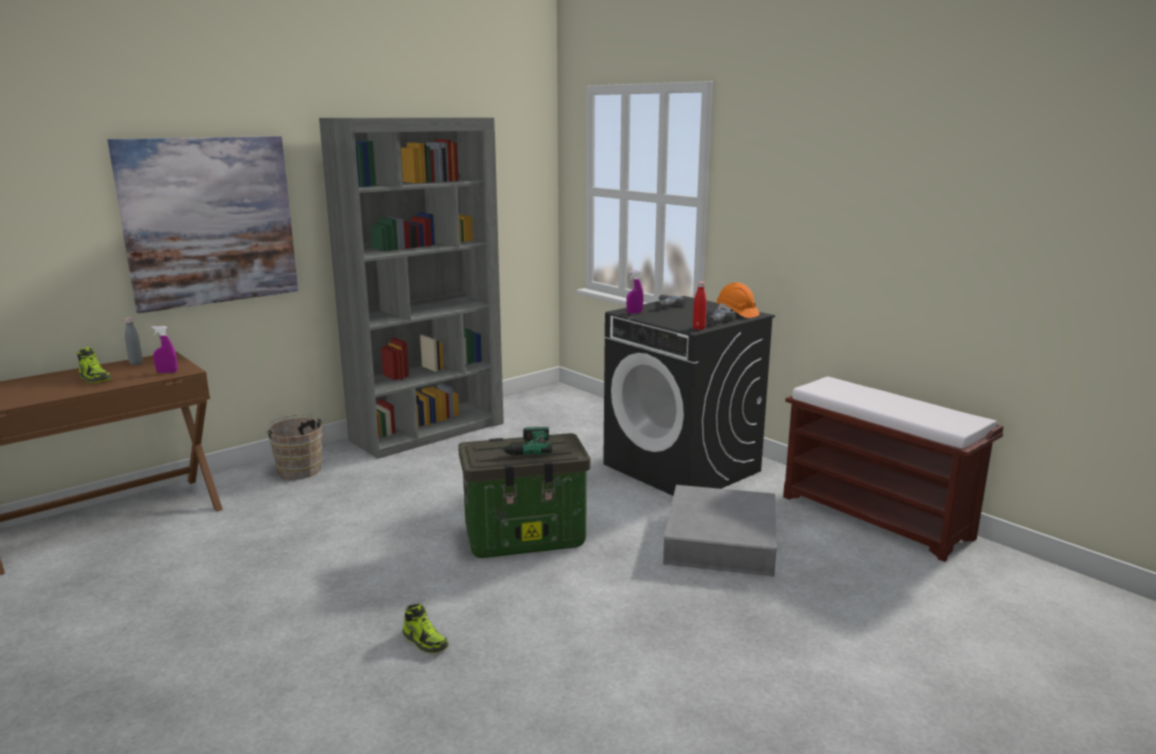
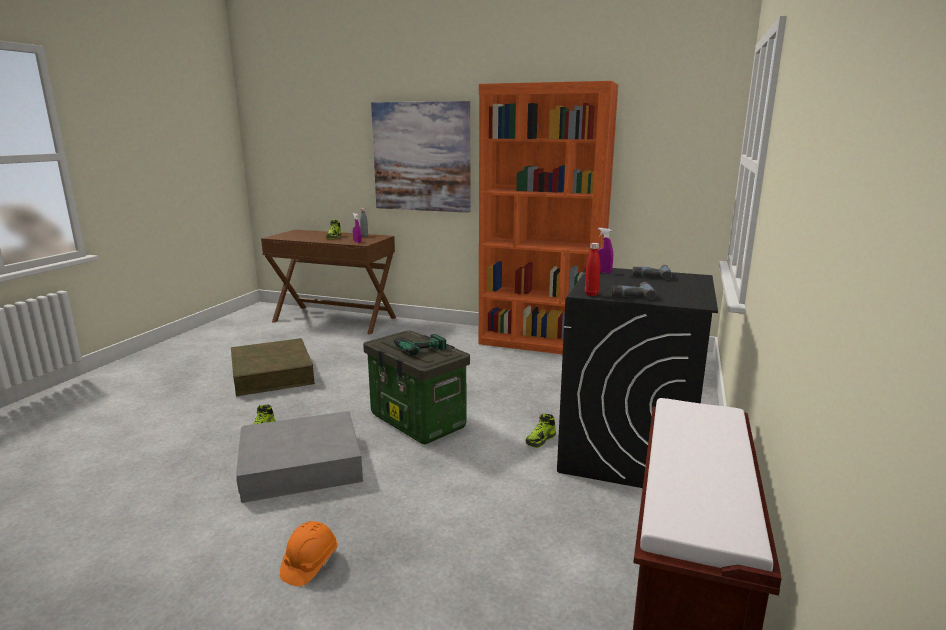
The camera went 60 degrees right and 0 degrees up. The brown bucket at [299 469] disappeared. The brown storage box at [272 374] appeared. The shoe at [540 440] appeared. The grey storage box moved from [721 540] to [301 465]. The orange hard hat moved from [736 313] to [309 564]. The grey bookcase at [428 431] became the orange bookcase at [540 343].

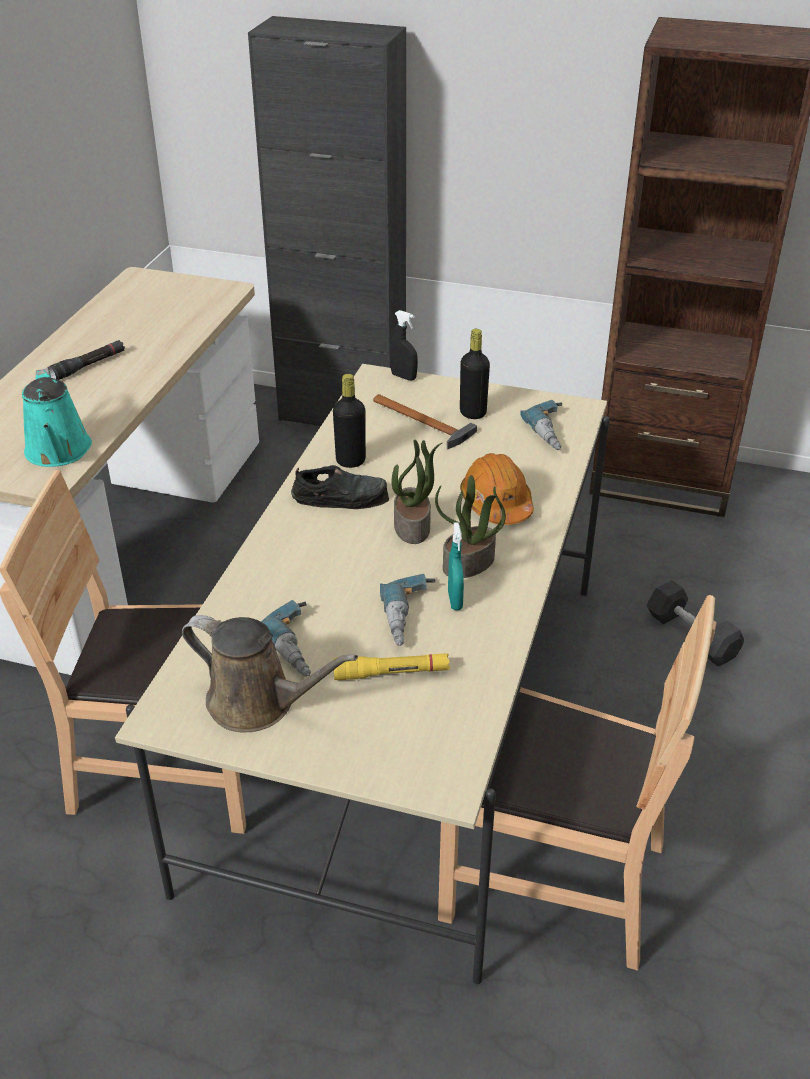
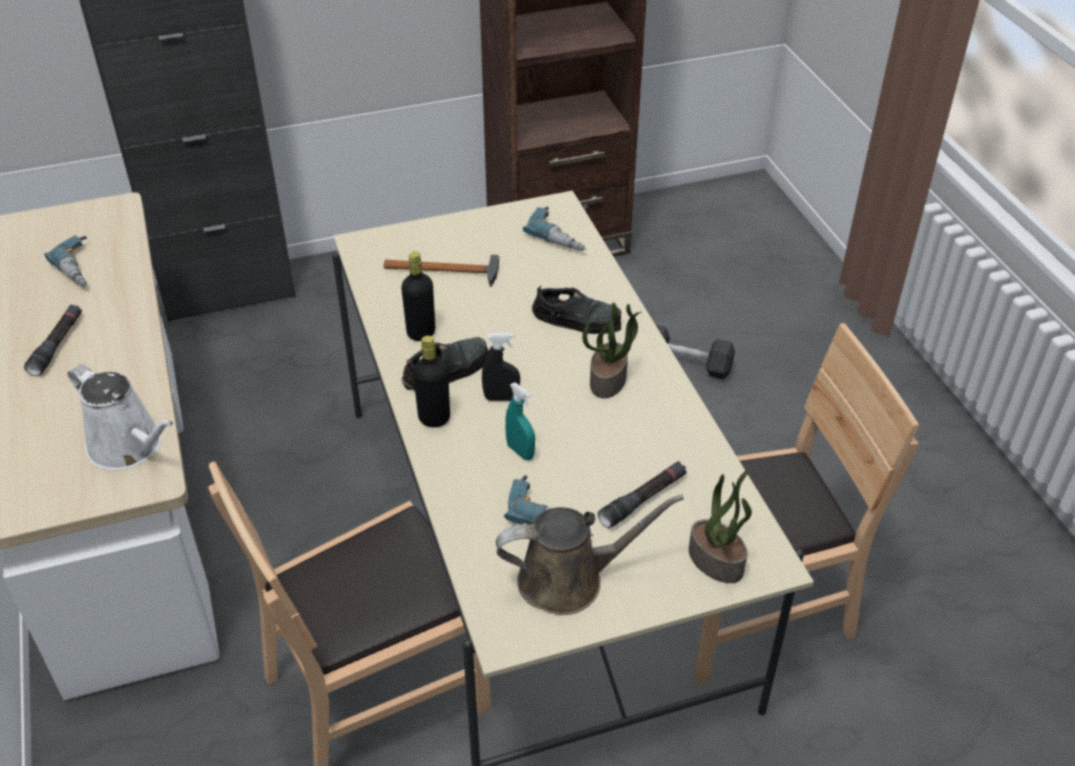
The camera went 35 degrees left and 5 degrees up. The power drill moved from [412 618] to [82 268]. The black spray bottle moved from [403 377] to [501 398]. The potted plant moved from [413 527] to [717 561]. The turquoise spray bottle moved from [455 600] to [520 451]. The black bottle moved from [473 413] to [434 418]. The orange hard hat at [496 504] was replaced by the black shoe at [578 318]. The turquoise watering can at [59 452] became the white watering can at [130 447]. The yellow flashlight at [391 673] became the black flashlight at [643 500].

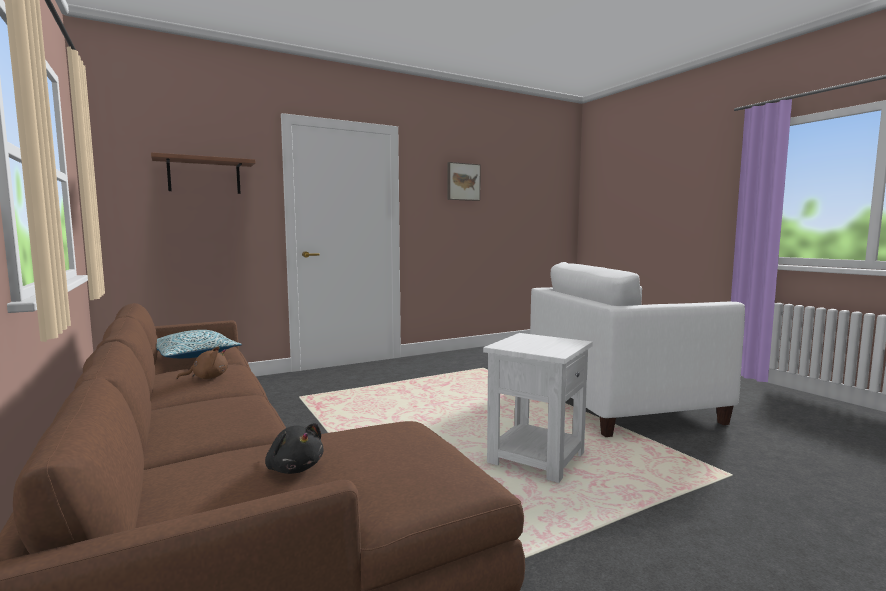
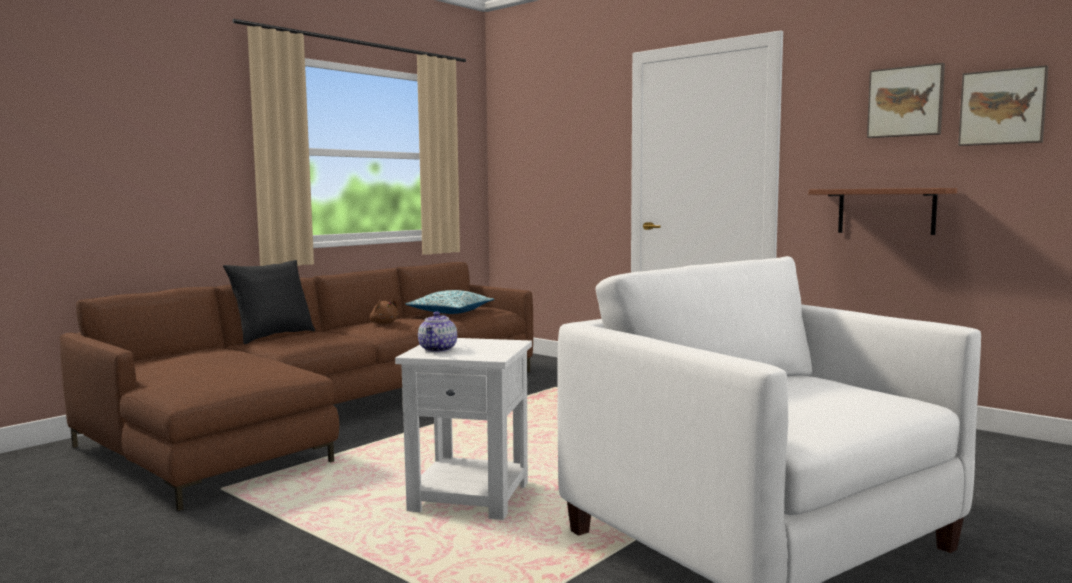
The camera went 70 degrees right and 0 degrees up. The black plush toy at [294 468] disappeared. The black pillow at [272 337] appeared. The teapot at [438 349] appeared. The picture at [1002 107] appeared. The shelf moved from [204 176] to [886 211].

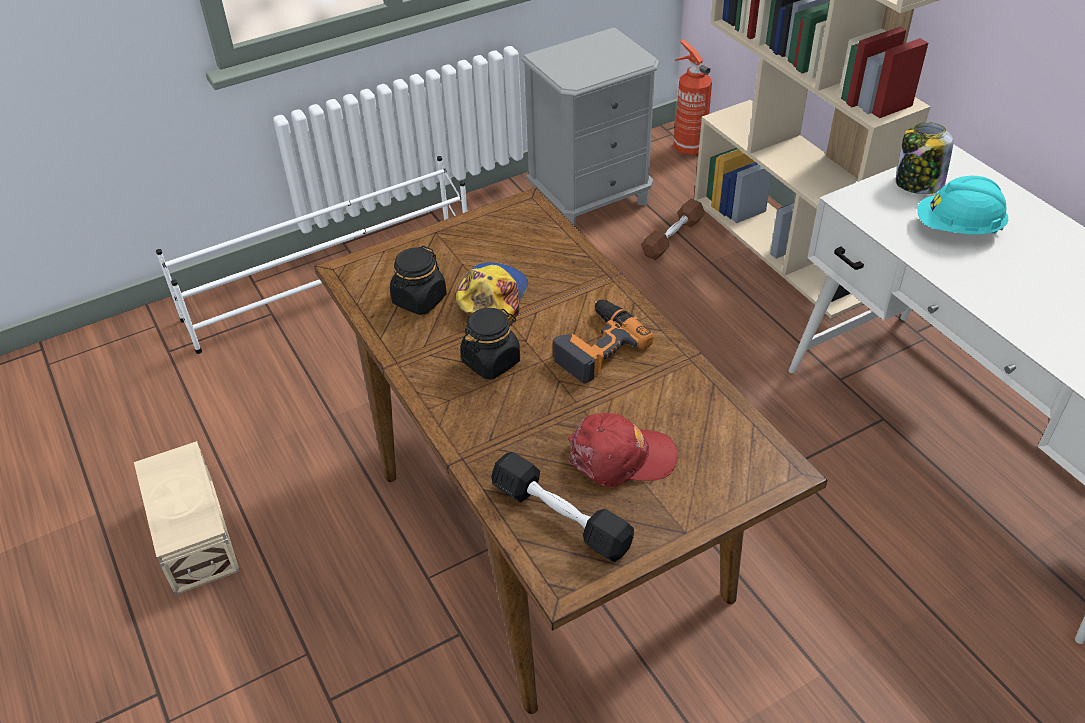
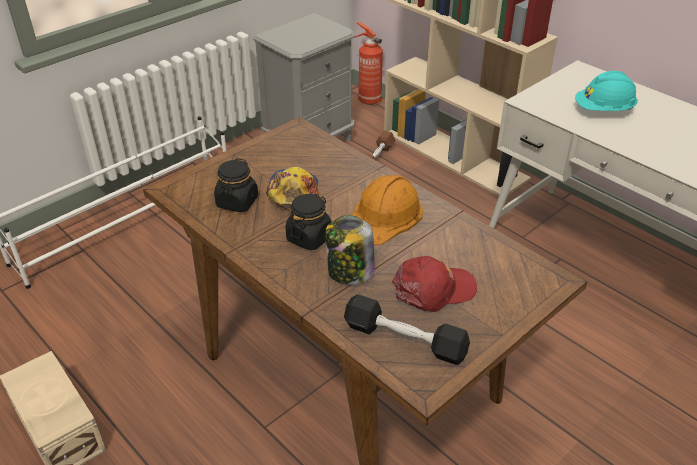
The camera went 15 degrees left and 5 degrees down. The jar moved from [917 184] to [350 272]. The power drill at [596 346] was replaced by the orange hard hat at [385 216].

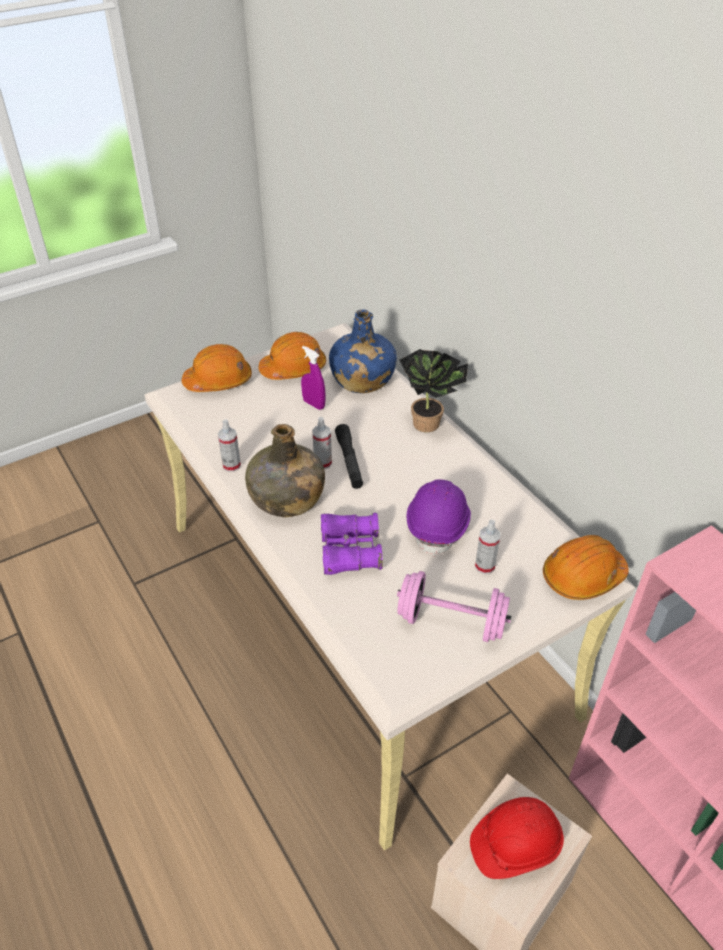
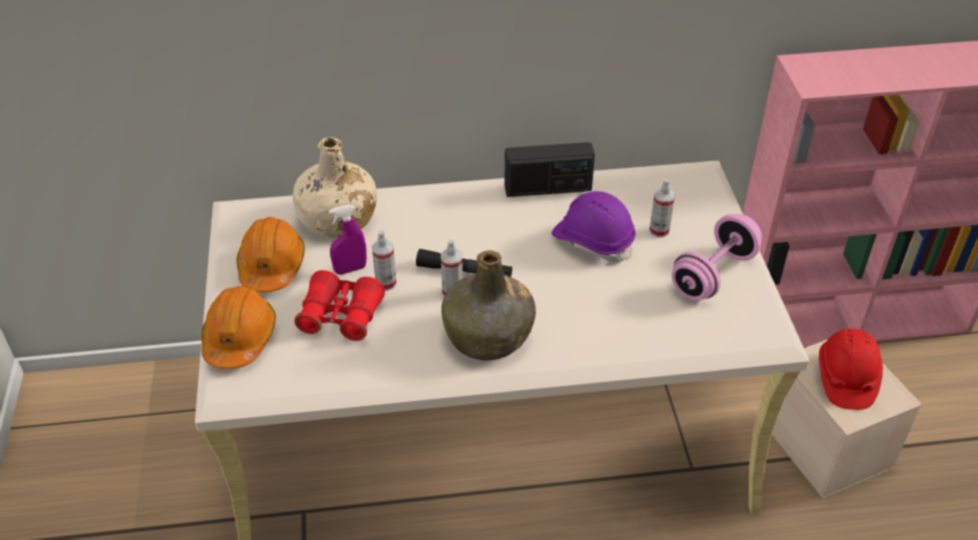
The camera went 65 degrees left and 0 degrees up. The purple binoculars at [350 551] disappeared. The potted plant at [430 423] disappeared. The orange hard hat at [582 577] disappeared. The red binoculars at [341 316] appeared. The radio at [548 188] appeared. The spray bottle moved from [231 465] to [386 283]. The blue bottle at [361 379] became the beige bottle at [337 219].

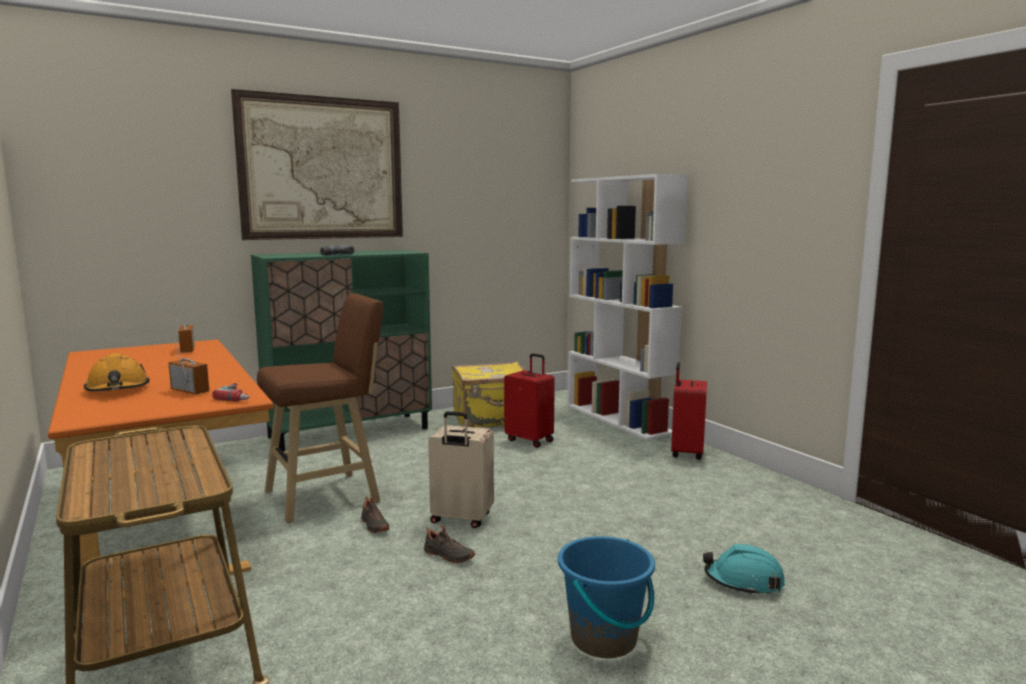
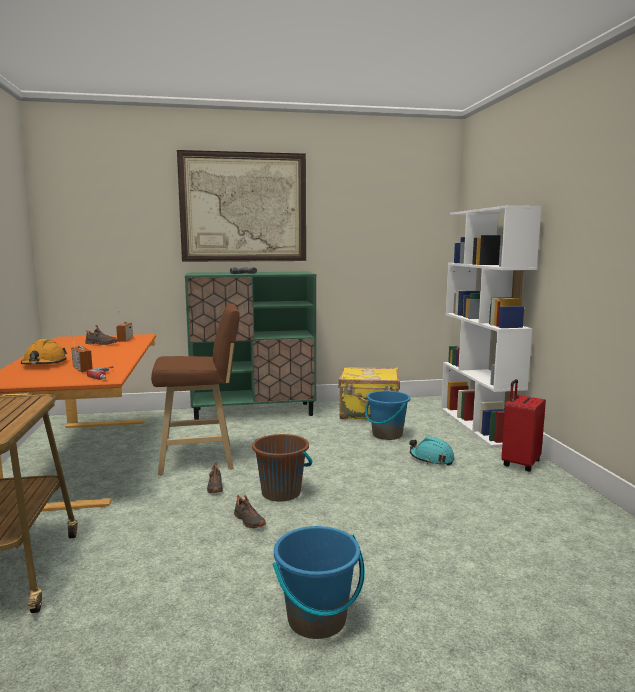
The camera went 20 degrees right and 0 degrees up. The black shoe at [101 344] appeared. The turquoise hard hat moved from [744 582] to [431 459]. The beige suitcase at [461 519] was replaced by the brown bucket at [281 493]. The red suitcase at [530 440] was replaced by the blue bucket at [387 435].

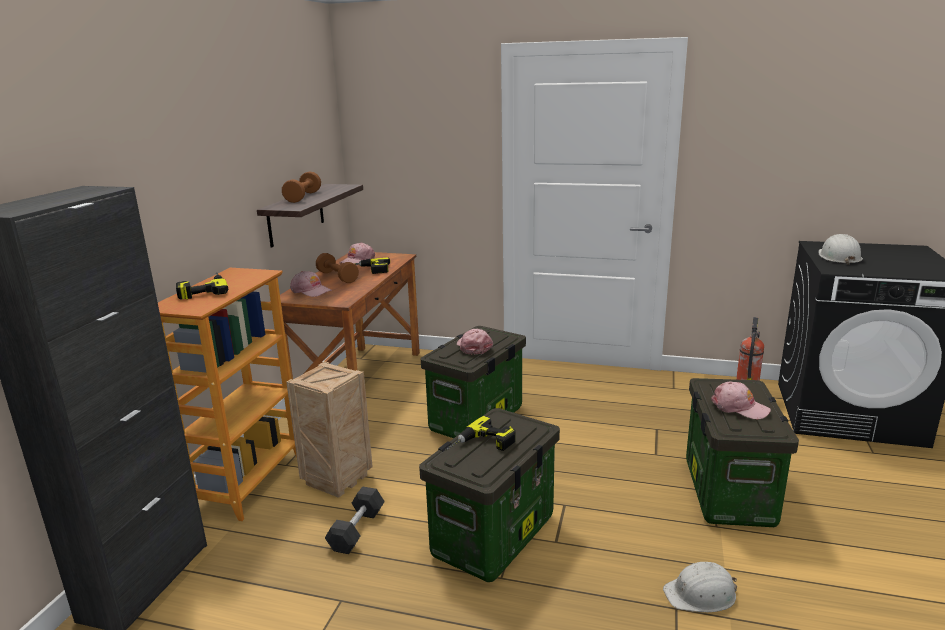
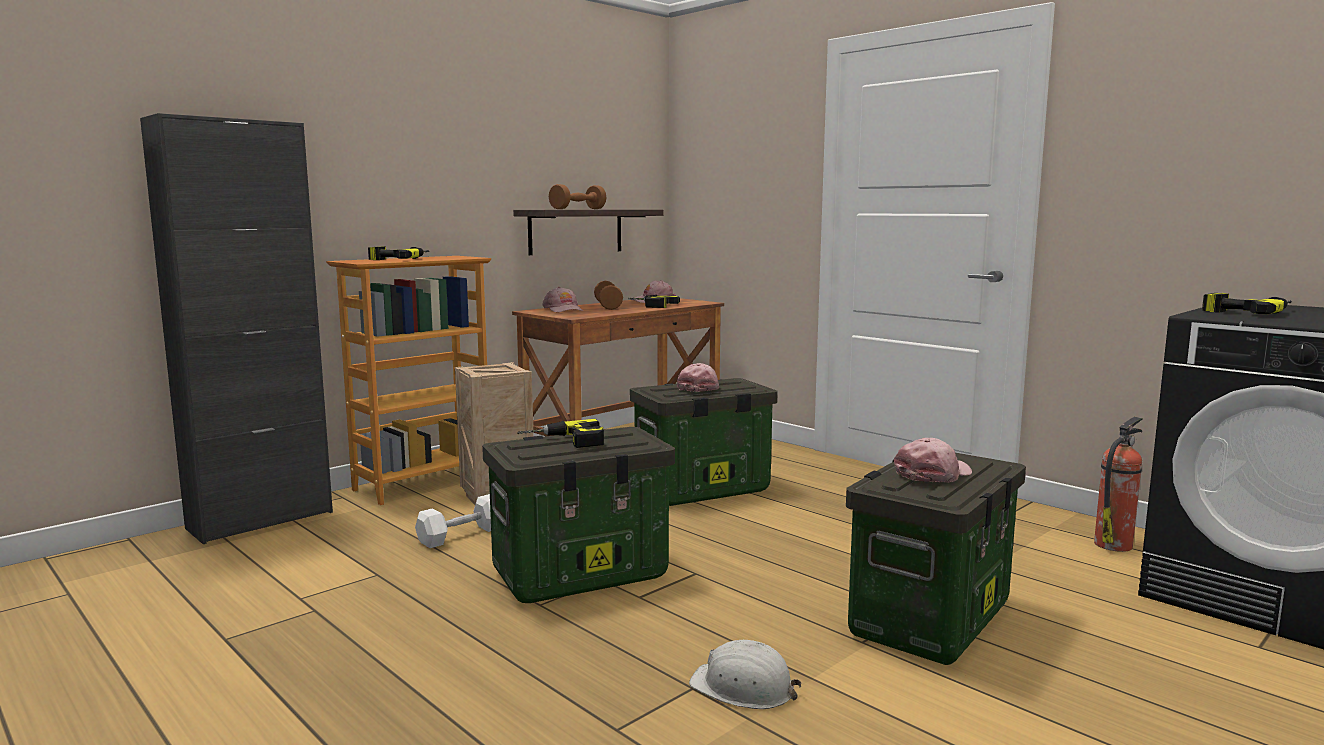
The camera went 30 degrees right and 10 degrees down. The white hard hat at [838 257] was replaced by the power drill at [1248 311]. The black dumbbell at [357 530] became the white dumbbell at [461 535]. The pink cap at [739 407] turned 105 degrees counterclockwise.

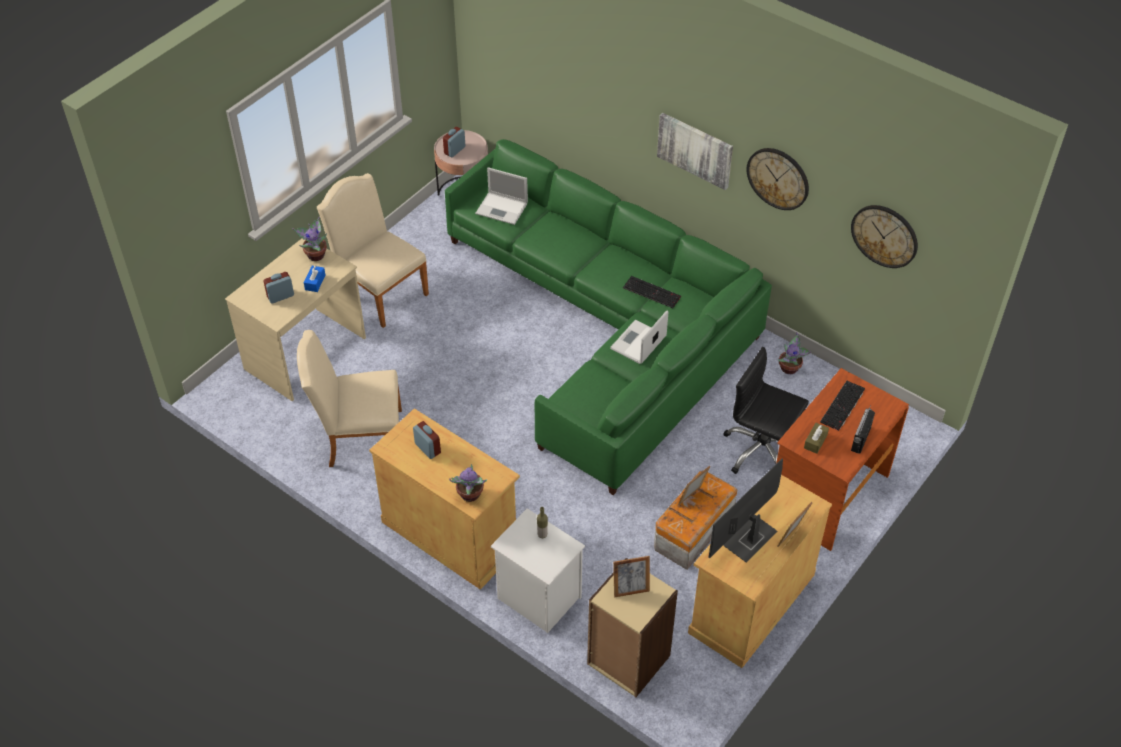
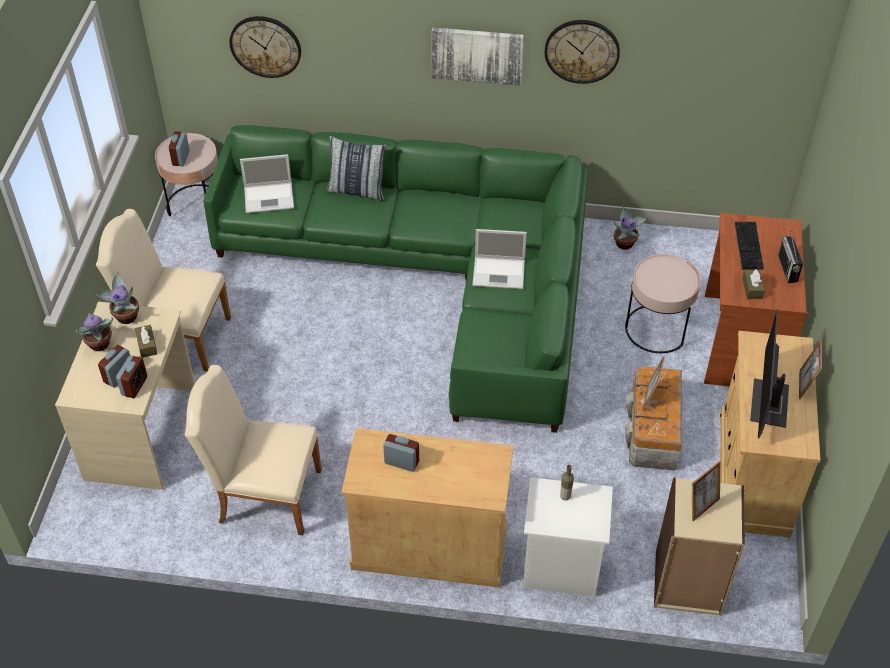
The camera went 30 degrees left and 0 degrees up. The keyboard at [652 292] disappeared. The alarm clock at [134 386] appeared. The pillow at [357 190] appeared. The potted plant moved from [470 495] to [99 345]. The wall clock moved from [884 235] to [265 46]. The black office chair at [761 450] was replaced by the pink side table at [656 329]. The blue tissue box at [315 282] became the brown tissue box at [147 345]. The beige chair at [359 437] turned 45 degrees clockwise. The laptop at [638 343] turned 90 degrees counterclockwise.

